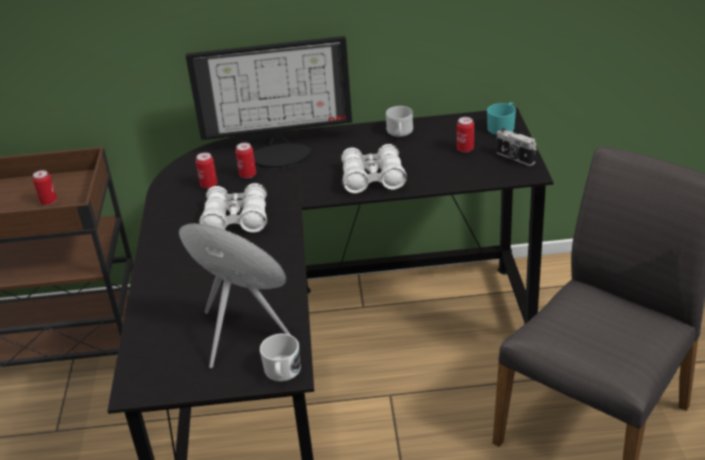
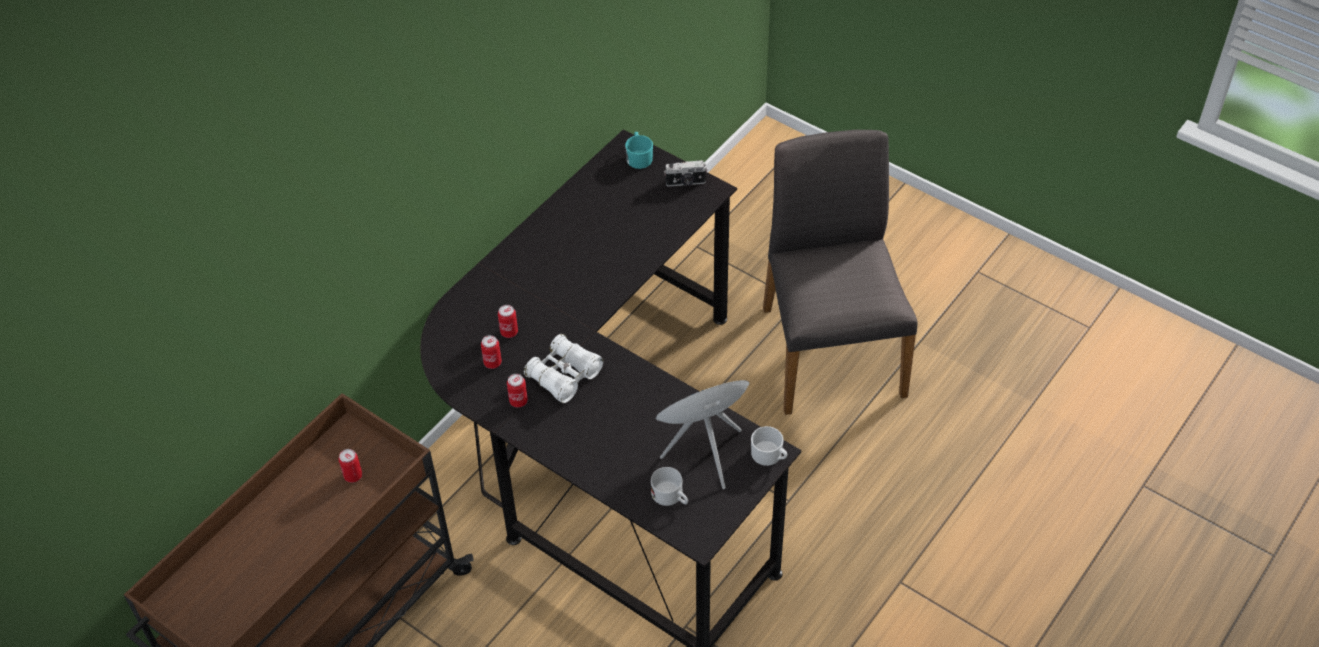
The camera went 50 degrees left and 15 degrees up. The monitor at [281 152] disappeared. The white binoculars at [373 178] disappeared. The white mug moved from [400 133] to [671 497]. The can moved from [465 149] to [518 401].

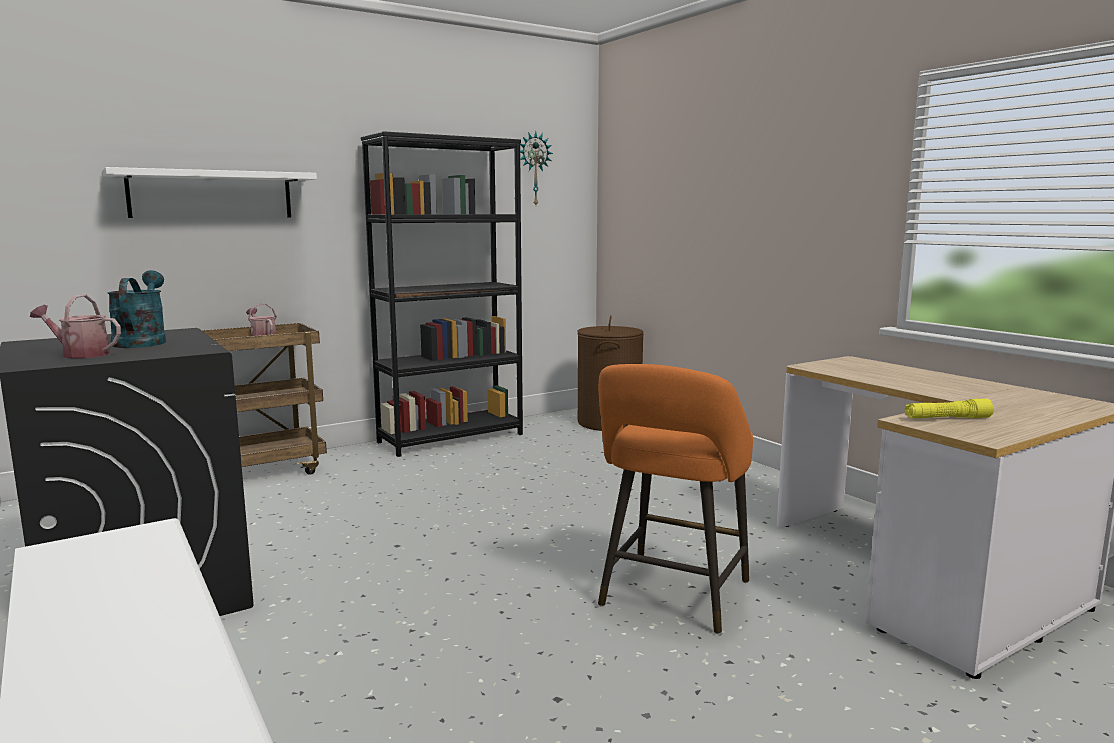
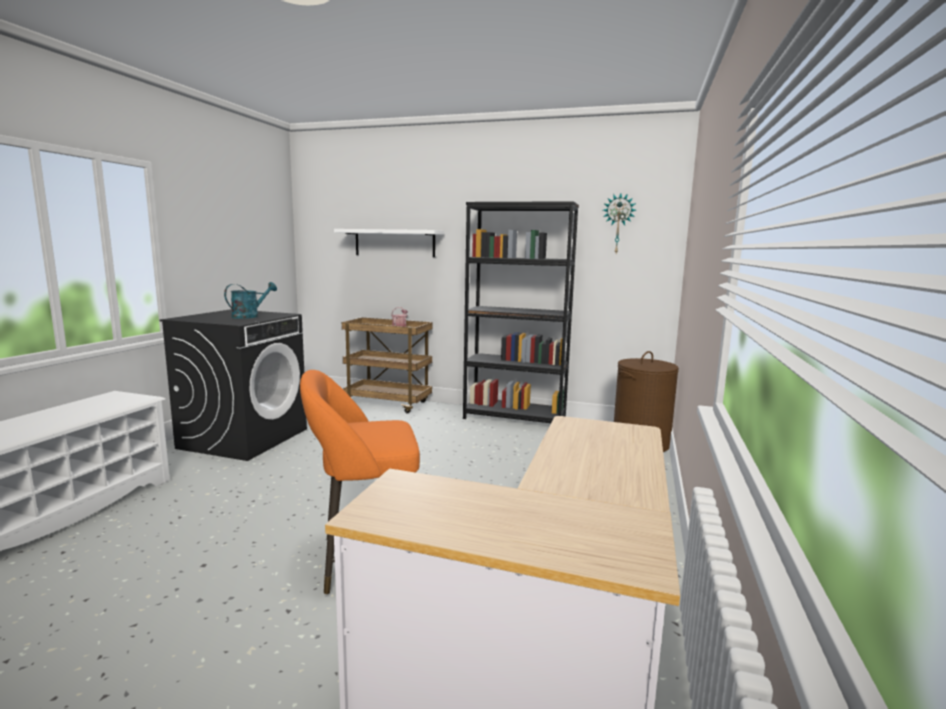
The camera went 50 degrees right and 0 degrees up. The watering can at [80 354] disappeared. The yellow flashlight at [947 418] disappeared.

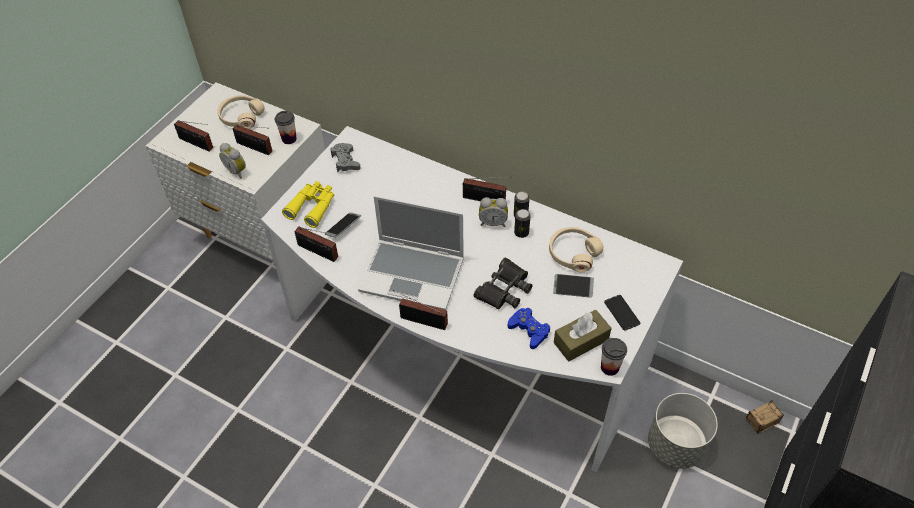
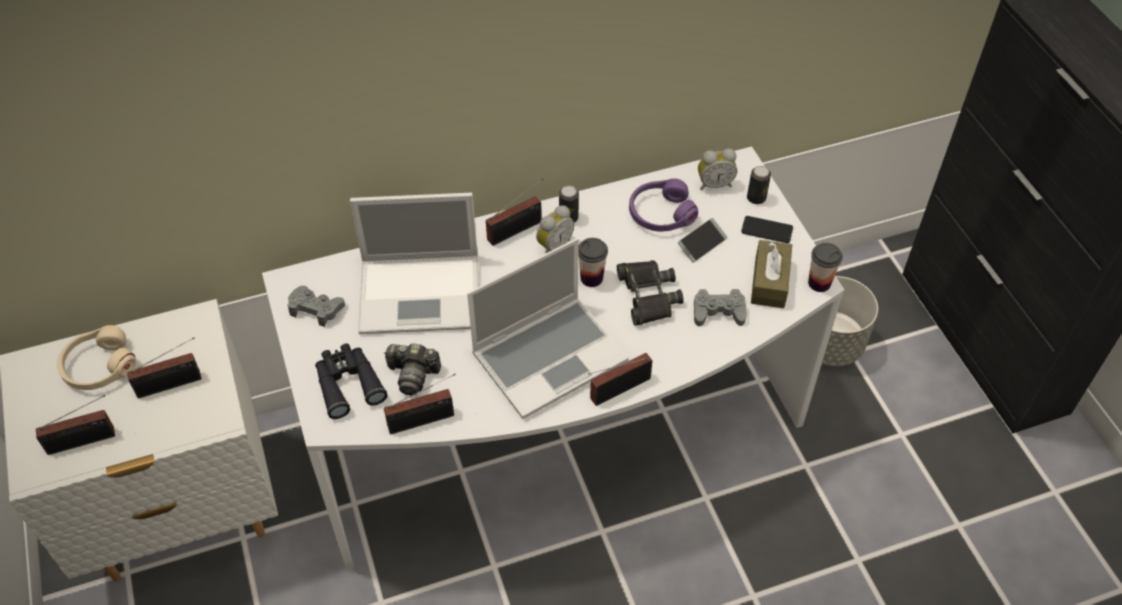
The camera went 50 degrees left and 0 degrees up. The storage box at [746 428] disappeared. The laptop at [422 293] appeared. The alarm clock moved from [237 171] to [714 184]. The cup moved from [289 139] to [591 278]. The can moved from [521 232] to [756 198]. The phone at [343 227] was replaced by the photo camera at [413 375]. The yellow binoculars at [312 207] became the black binoculars at [348 383]. The blue game controller at [529 330] became the grey game controller at [718 312]. The beige headphones at [573 253] became the purple headphones at [661 213].

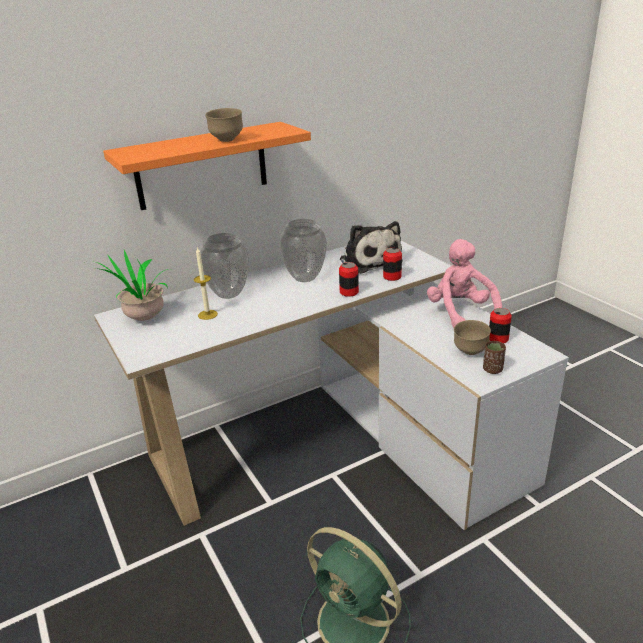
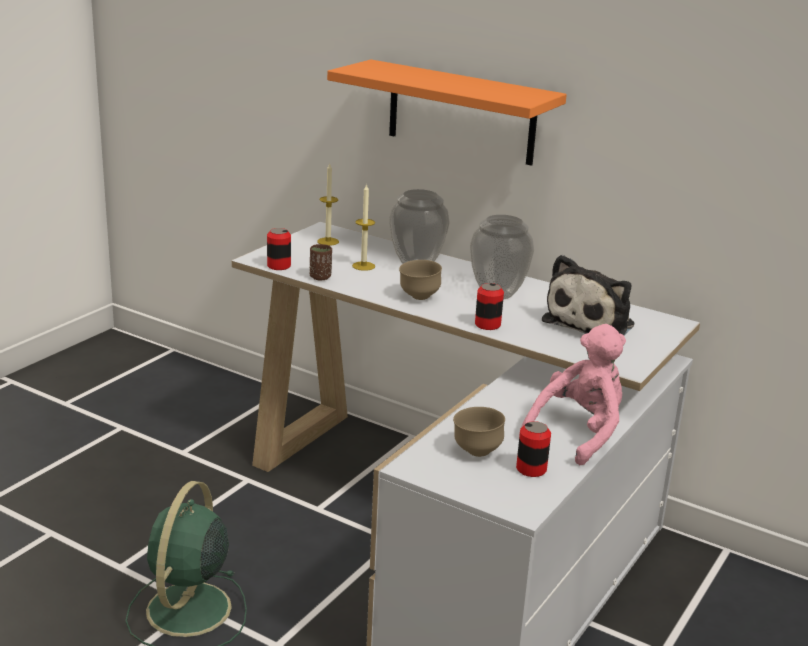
The camera went 60 degrees right and 5 degrees down. The brown bowl moved from [226 140] to [419 297]. The can moved from [392 277] to [279 266]. The brown cup moved from [492 369] to [320 277]. The potted plant at [142 319] was replaced by the candle at [328 241].

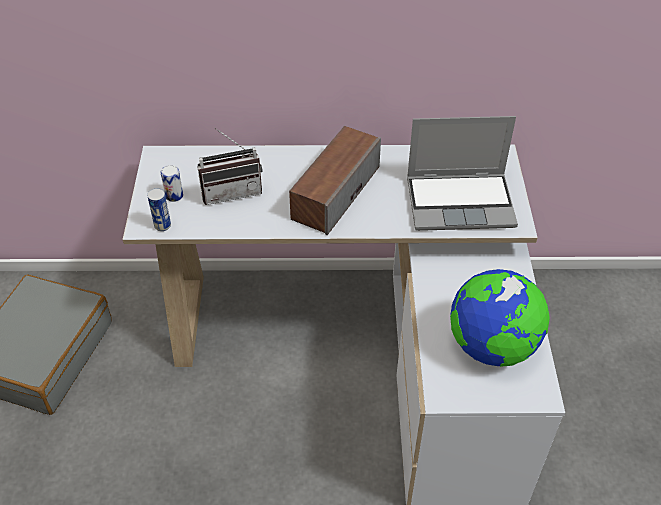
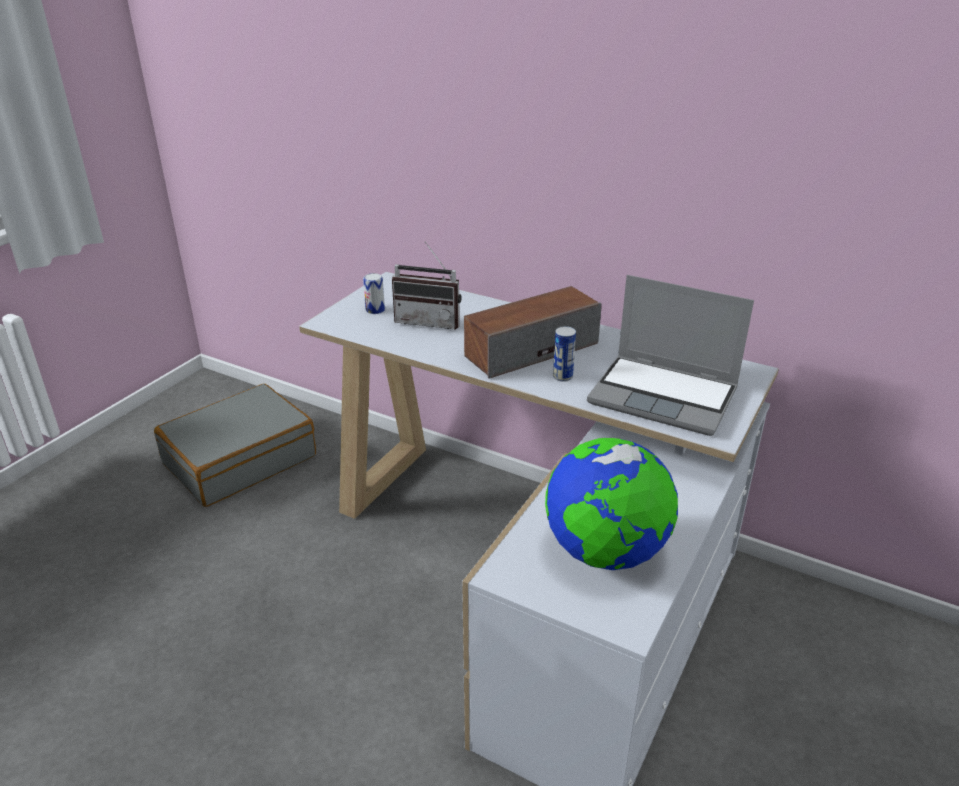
The camera went 30 degrees right and 15 degrees down. The can moved from [162 225] to [562 377].

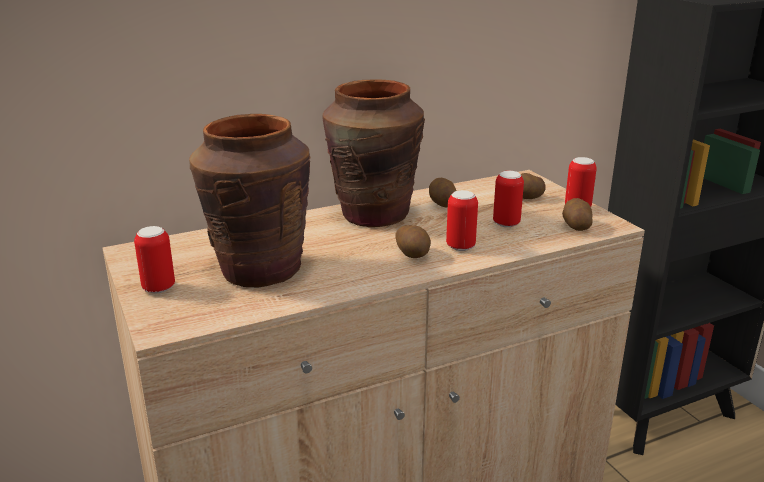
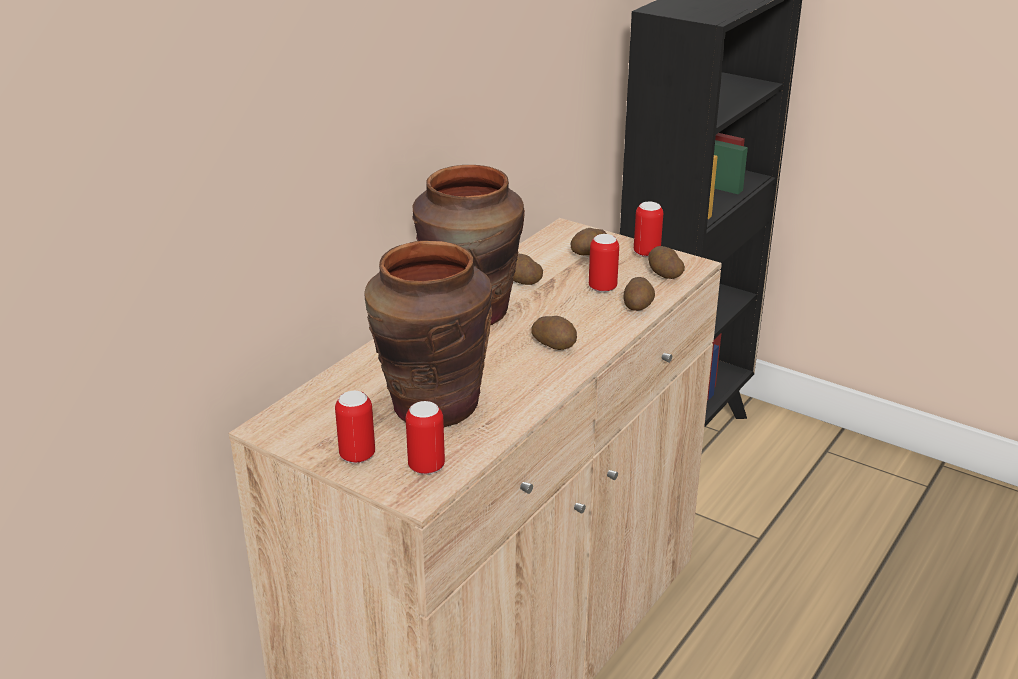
The camera went 30 degrees left and 5 degrees up. The potato at [638 306] appeared. The can moved from [460 246] to [426 467].

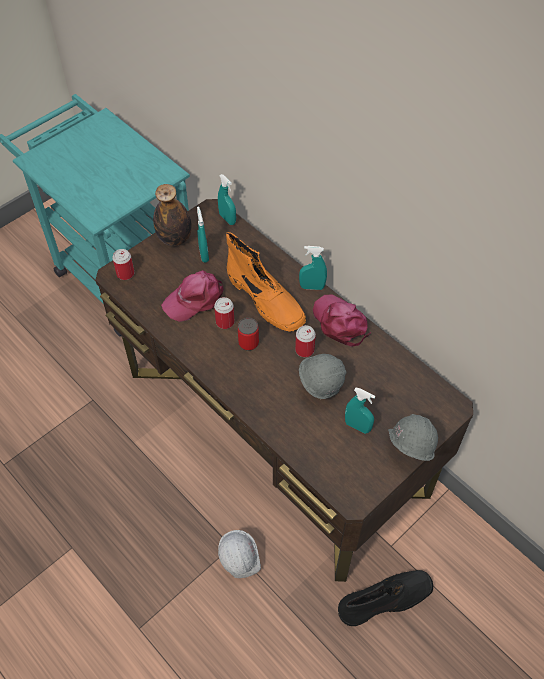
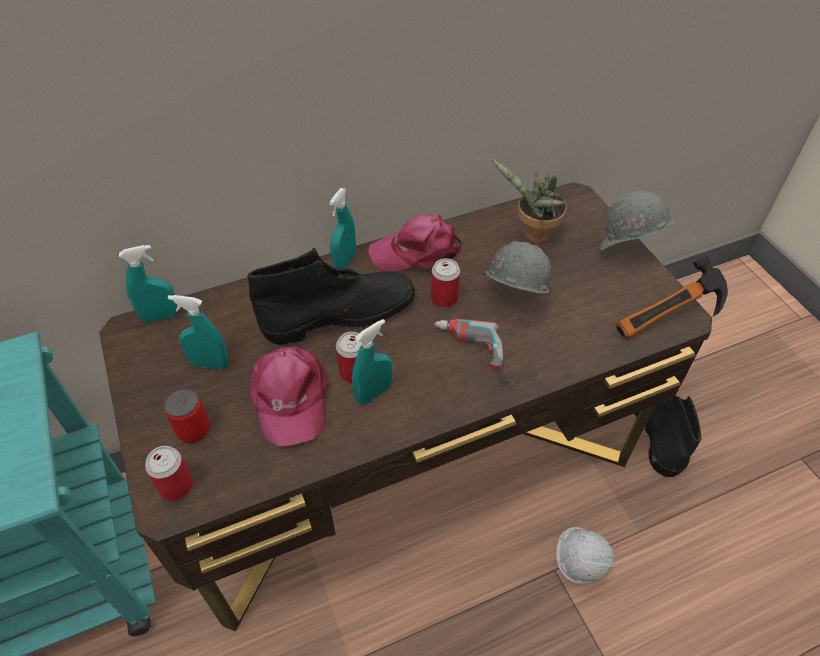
The camera went 70 degrees left and 5 degrees down. The bottle at [175 238] disappeared. The power drill at [470 357] appeared. The potted plant at [532 236] appeared. The hammer at [669 321] appeared. The can moved from [248 343] to [193 429]. The turquoise spray bottle moved from [357 426] to [373 393]. The orange boot at [266 300] became the black boot at [340 314].

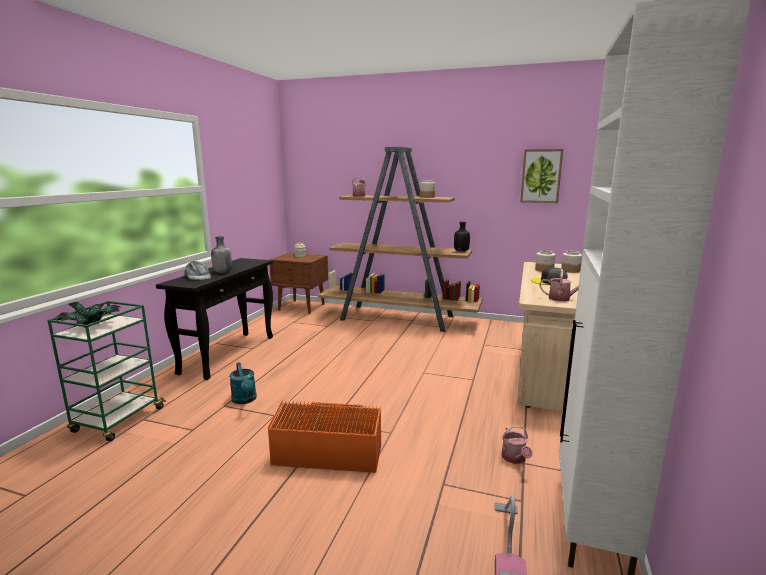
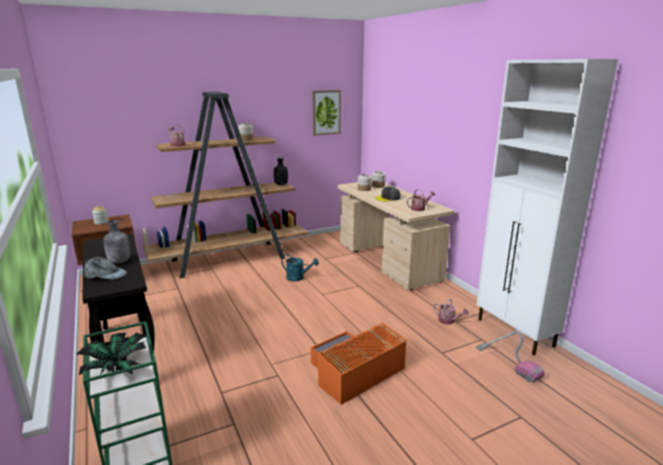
The camera went 45 degrees left and 5 degrees up. The turquoise watering can moved from [245 400] to [298 278].

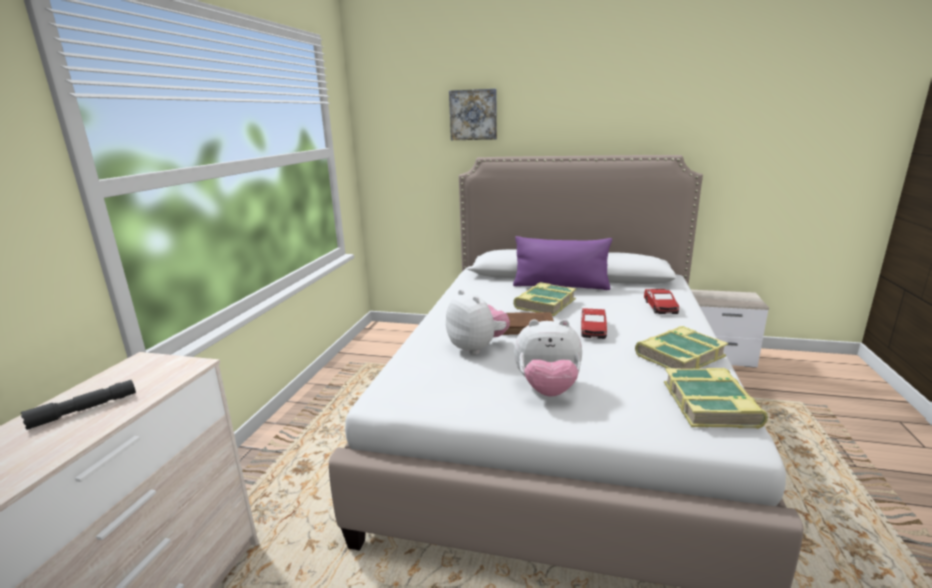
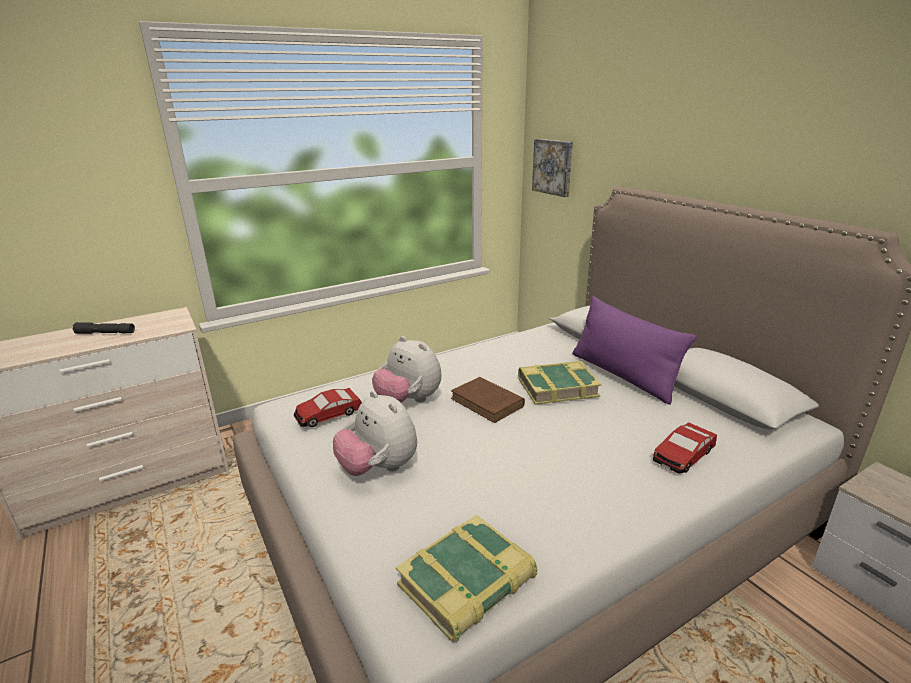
The camera went 45 degrees right and 5 degrees up. The book at [679 356] disappeared. The picture moved from [473 115] to [553 167]. The toy car moved from [593 329] to [328 414]. The plush toy at [477 348] turned 120 degrees clockwise.

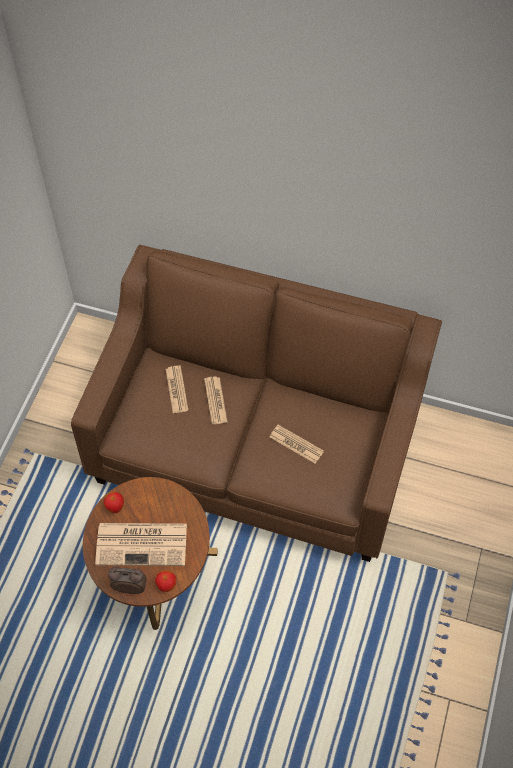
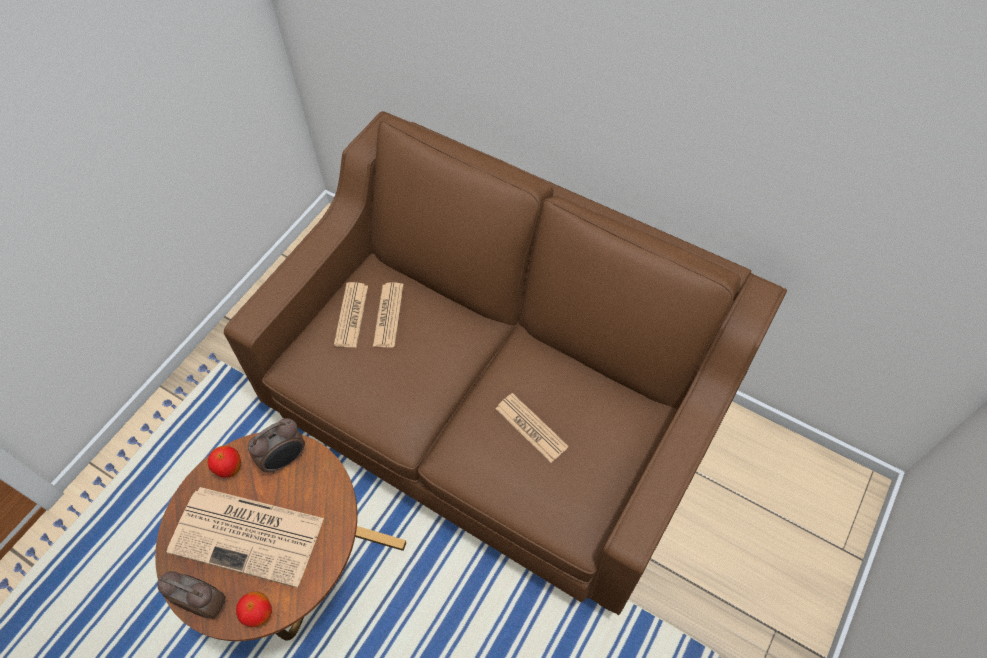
The camera went 15 degrees right and 0 degrees up. The alarm clock at [285 459] appeared. The newspaper moved from [215 400] to [351 315].

